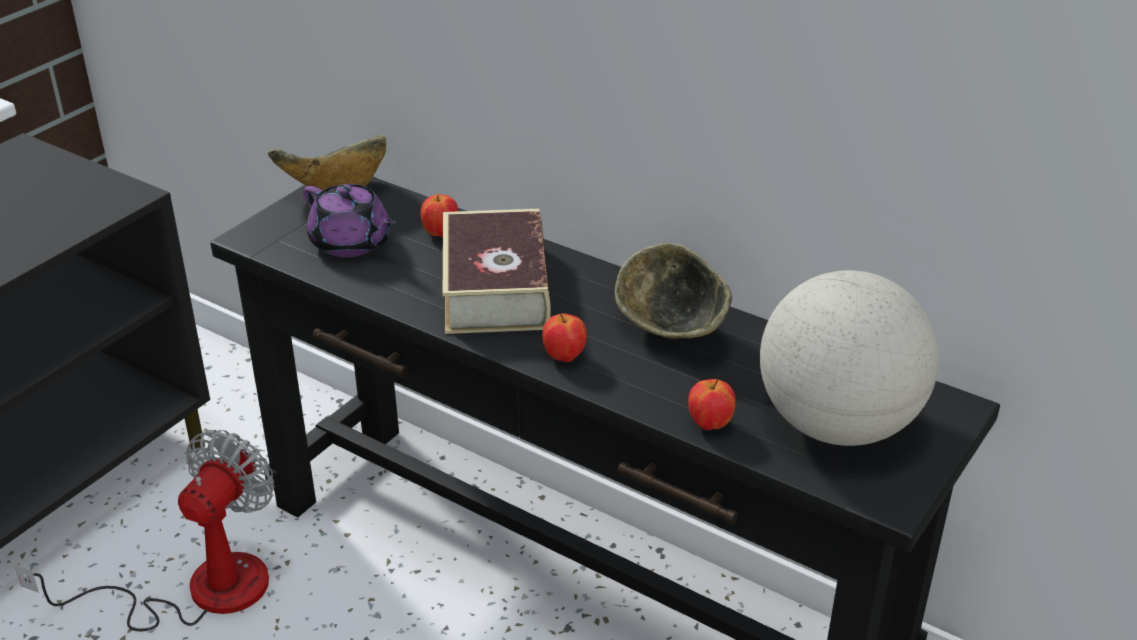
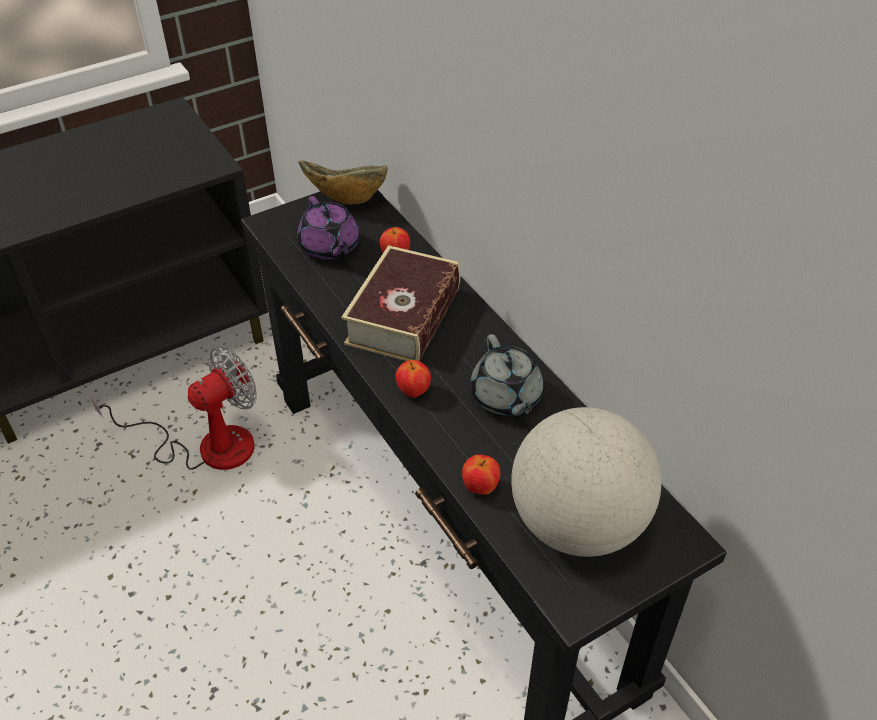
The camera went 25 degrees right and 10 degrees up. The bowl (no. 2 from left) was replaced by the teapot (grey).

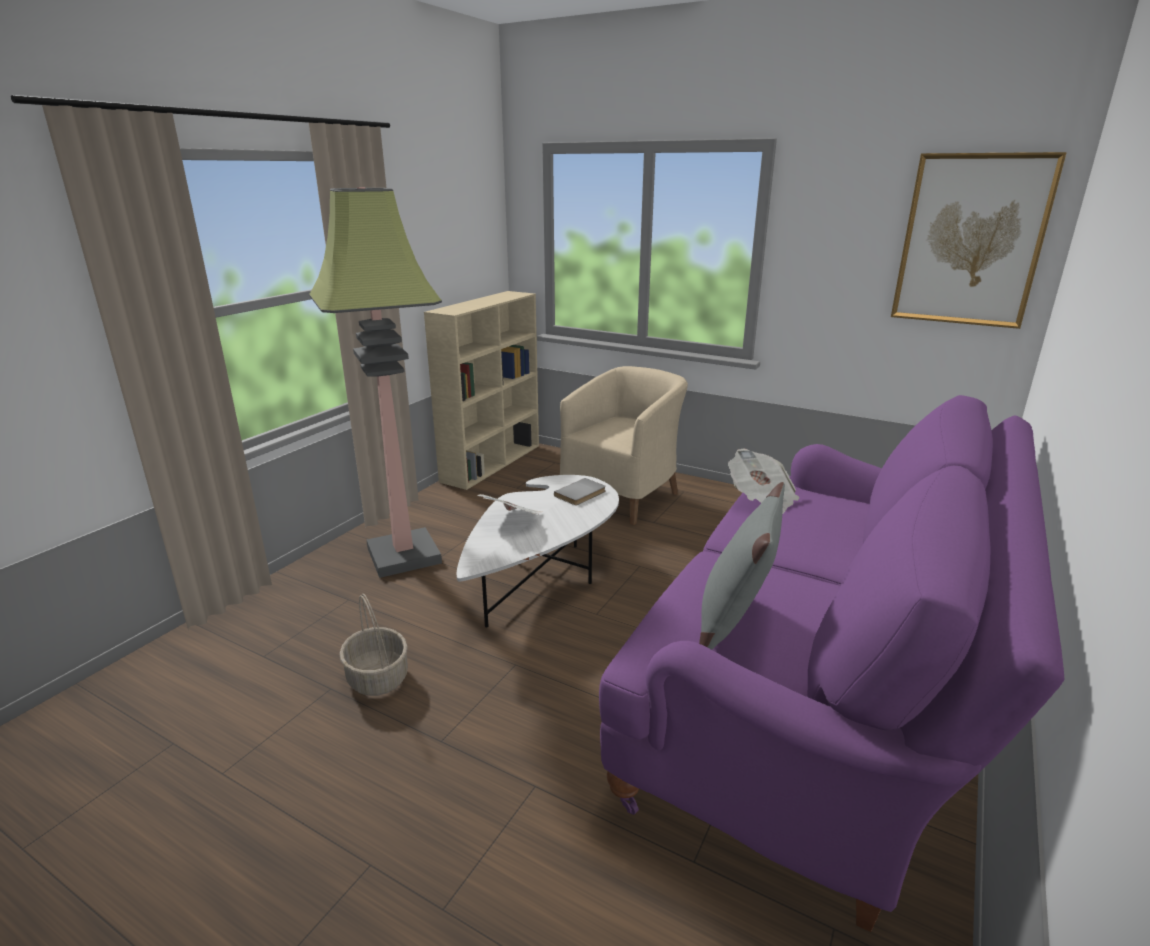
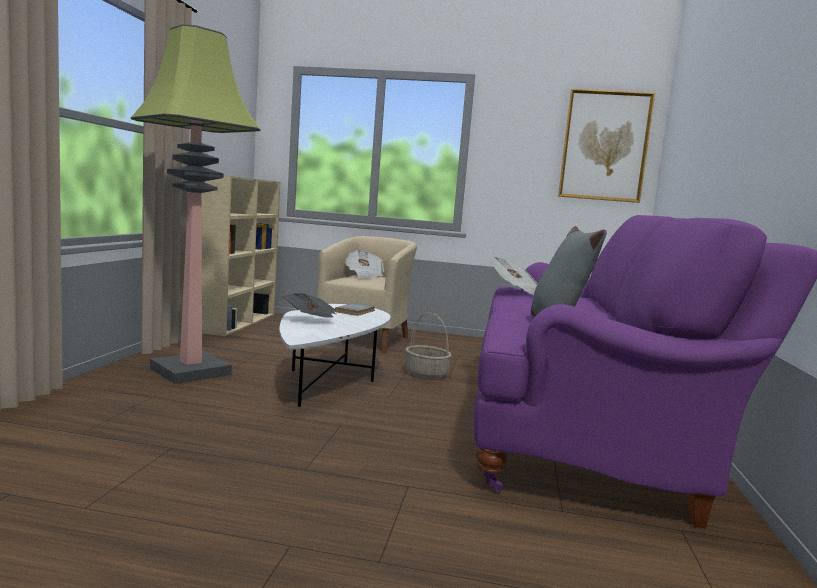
The camera went 20 degrees left and 15 degrees down. The newspaper (no. 2 from left) appeared. The basket moved.

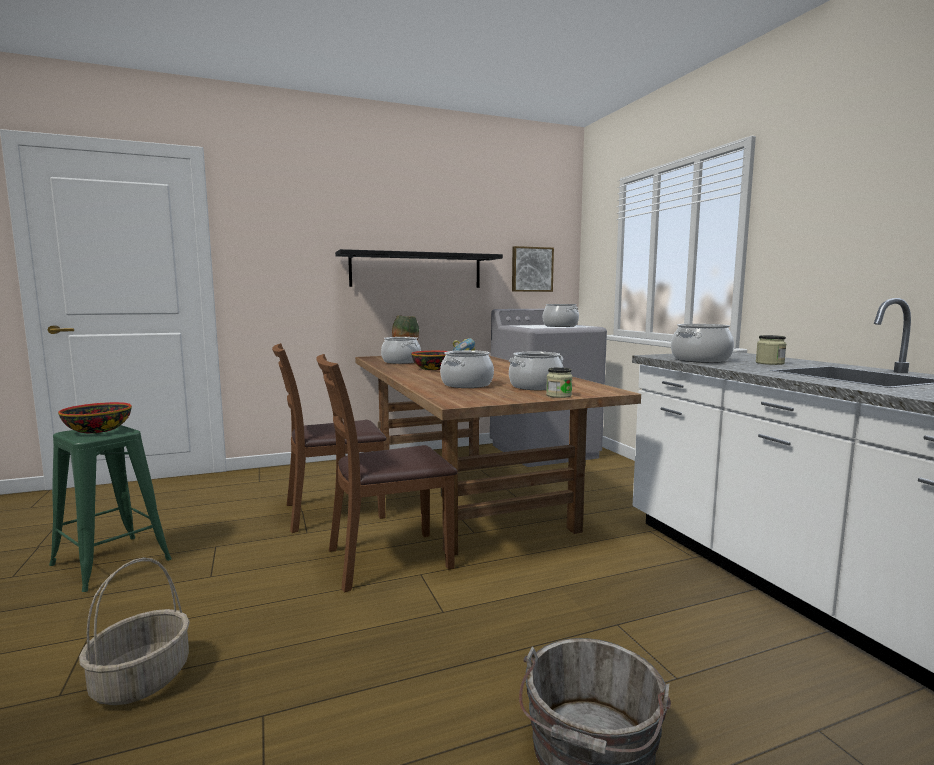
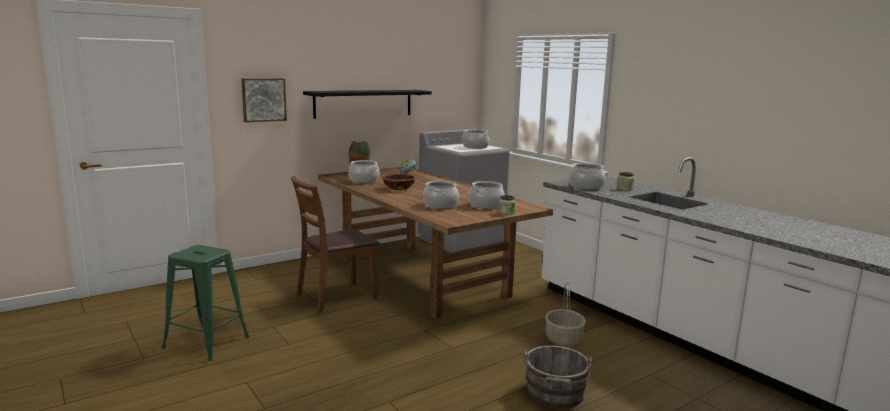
The camera went 15 degrees left and 5 degrees up. The picture moved. The basket moved. The bowl (no. 1 from left) disappeared. The chair (brown) (no. 2 from left) disappeared.

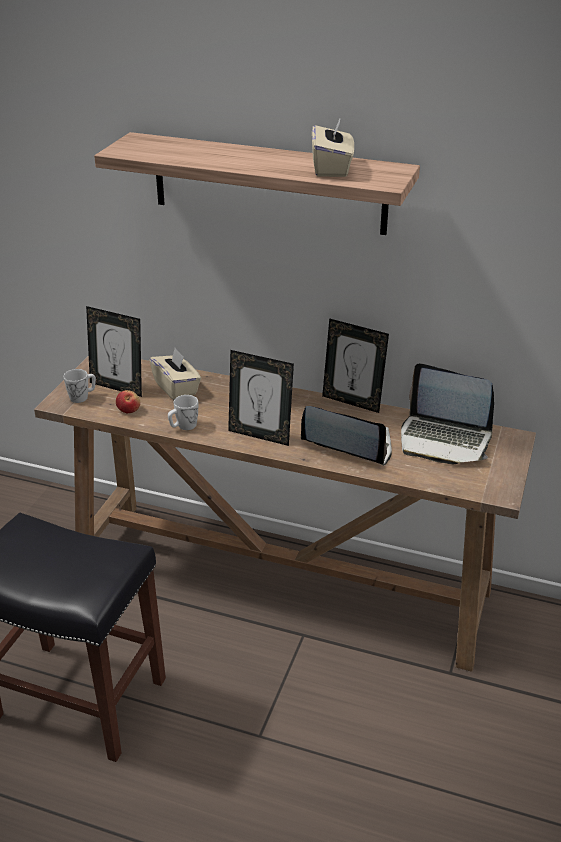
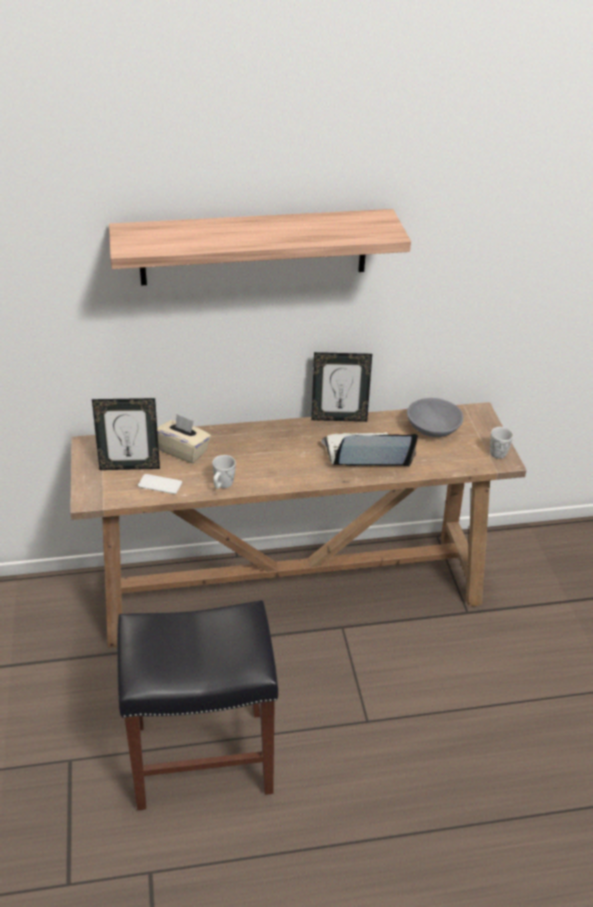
The camera went 30 degrees left and 5 degrees up. The apple was replaced by the phone. The laptop (no. 2 from left) was replaced by the bowl (grey). The mug (white) (no. 1 from left in the first image) moved. The picture frame (no. 2 from left) disappeared. The tissue box (beige) (no. 2 from left) disappeared.

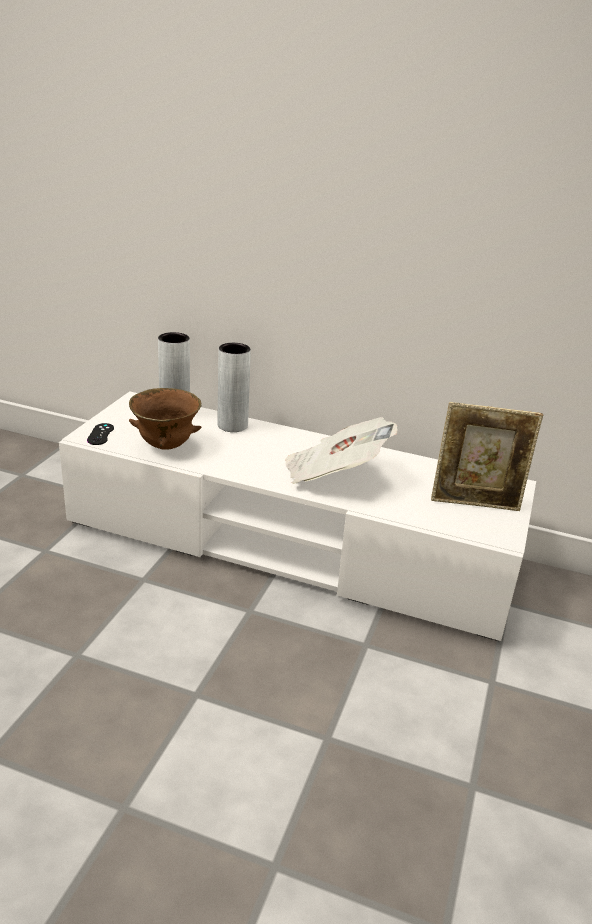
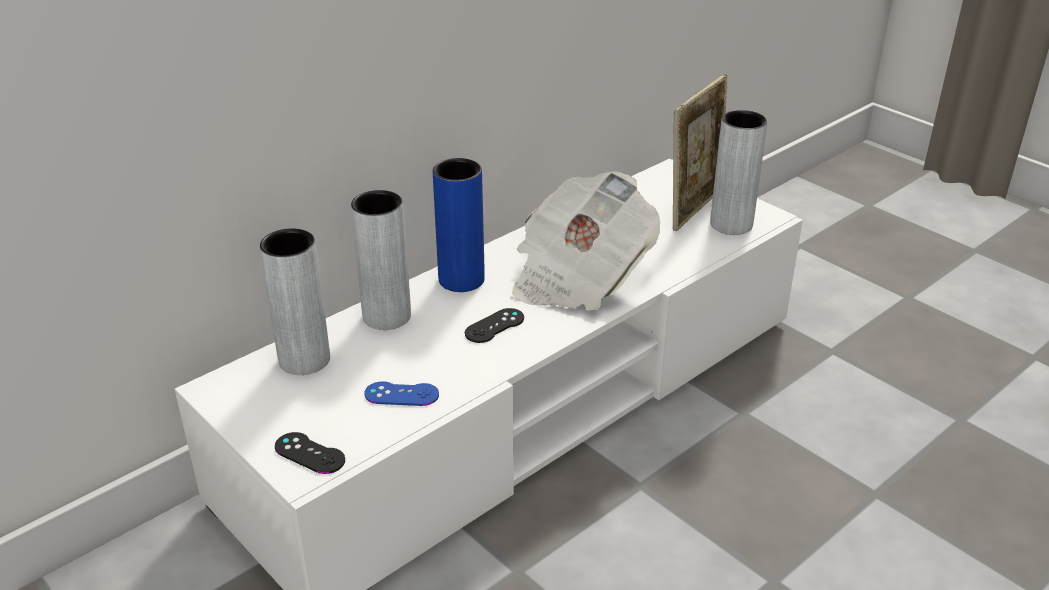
The camera went 60 degrees left and 5 degrees up. The bowl (brown) was replaced by the game controller (blue). The vase (blue) appeared. The game controller (black) (no. 2 from left) appeared. The vase (grey) (no. 3 from left) appeared.

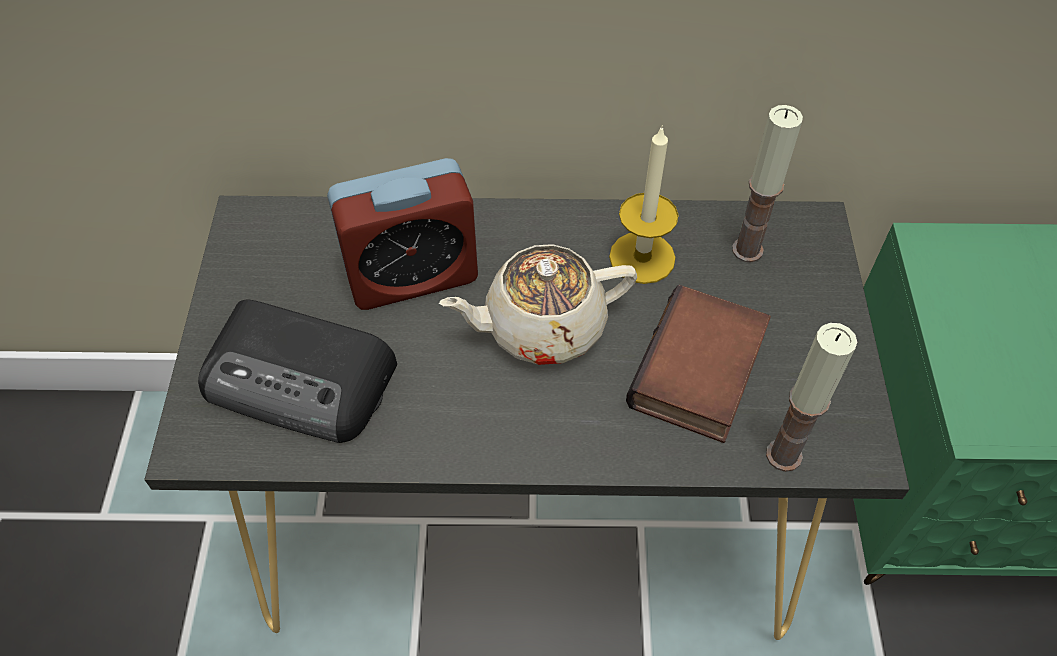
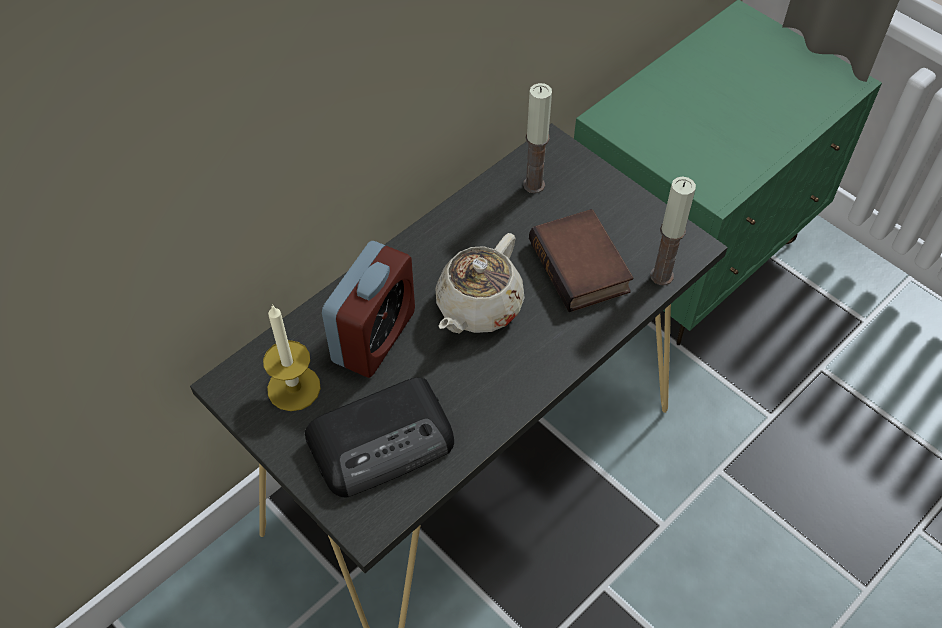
The camera went 45 degrees left and 0 degrees up. The candle (no. 1 from left) moved.

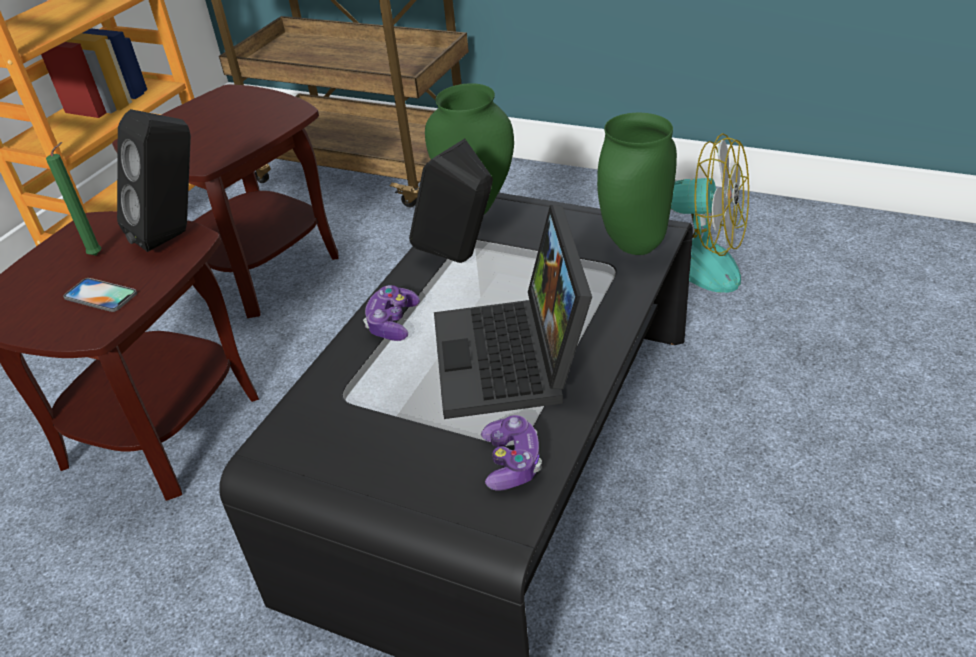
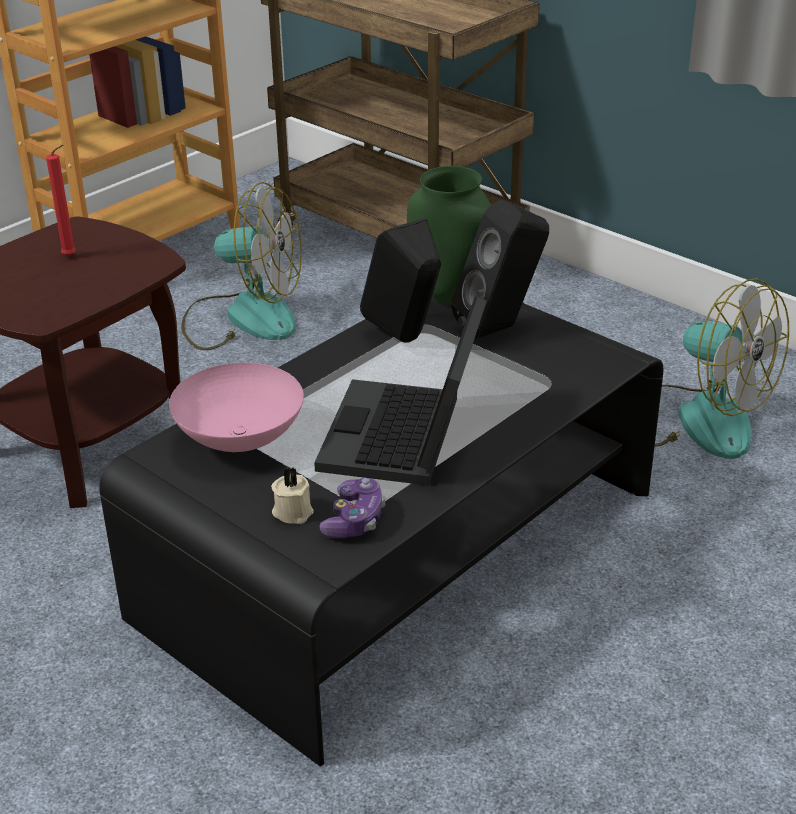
The camera went 15 degrees right and 5 degrees down. The candle (green) became the candle (red). The bowl (pink) appeared. The side table (brown) (no. 2 from left) was replaced by the fan (no. 1 from left). The candle (beige) appeared. The speaker (black) (no. 1 from left in the first image) moved. The phone disappeared. The game controller (no. 1 from left) disappeared. The vase (green) (no. 2 from left) disappeared.

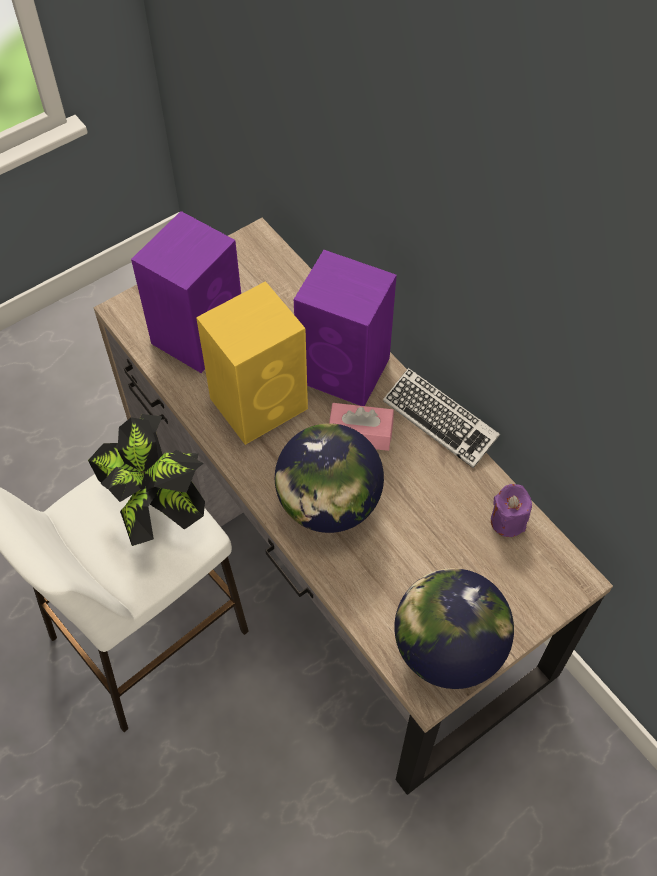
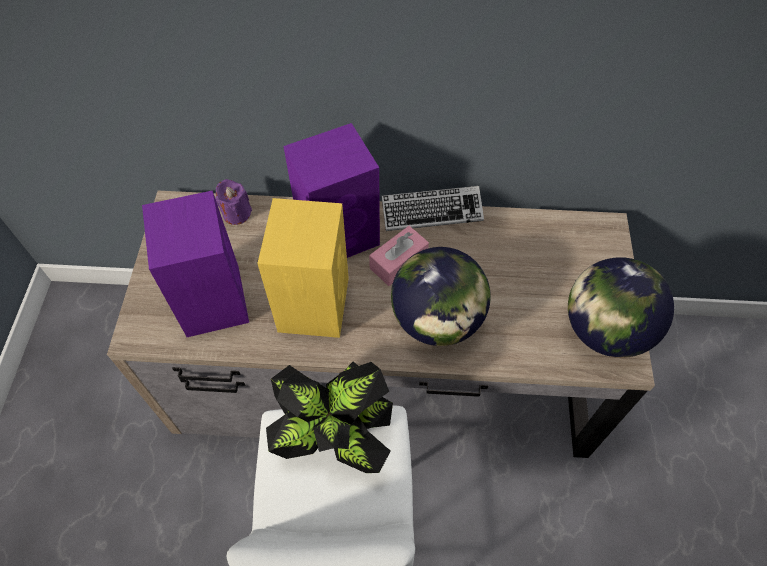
The camera went 50 degrees left and 0 degrees up. The candle (purple) moved.

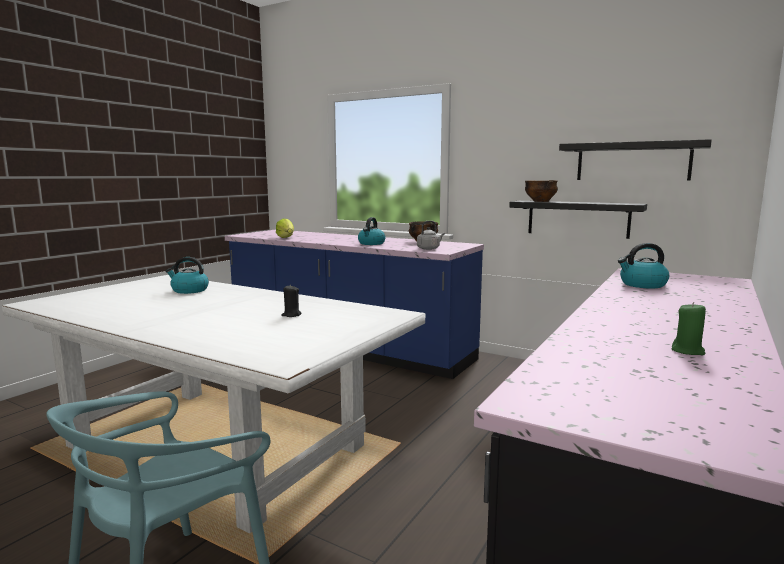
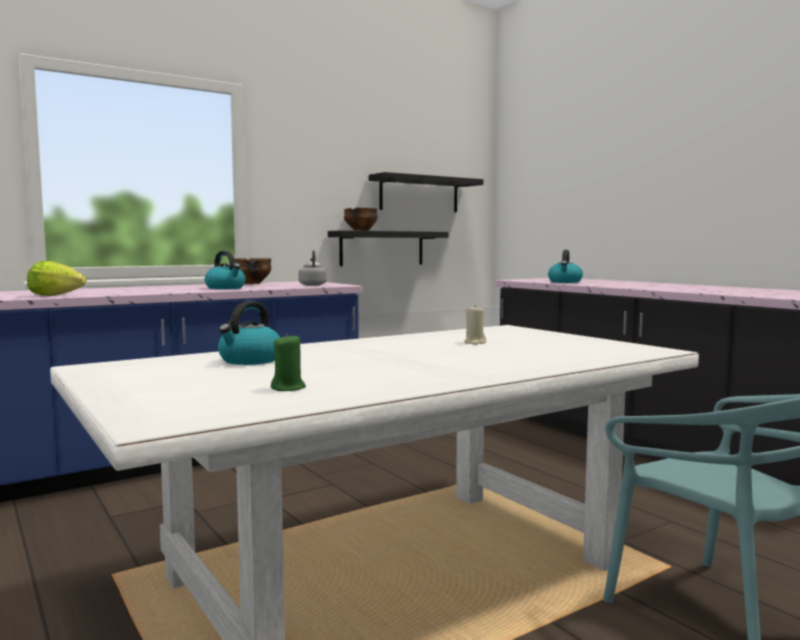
The camera went 65 degrees left and 5 degrees down. The candle (green) moved. The candle (black) became the candle (beige).

